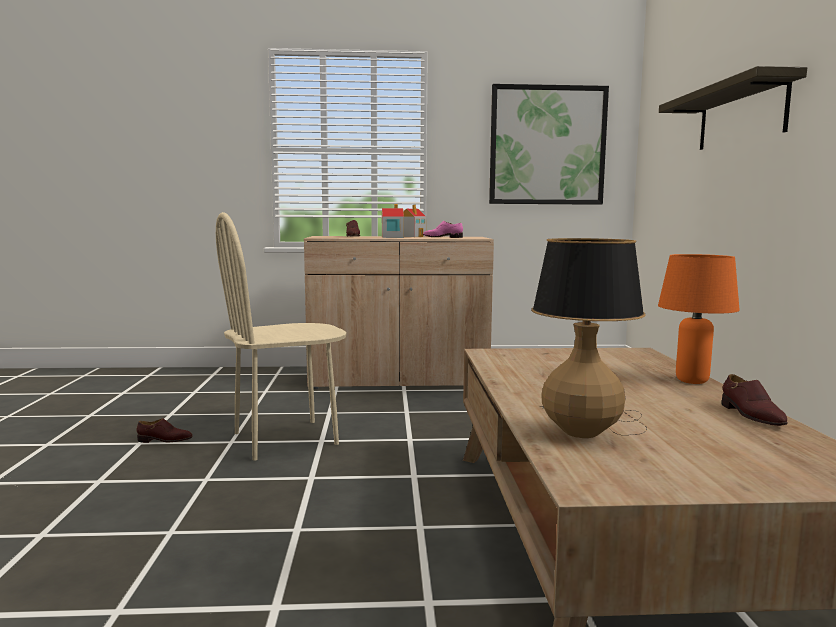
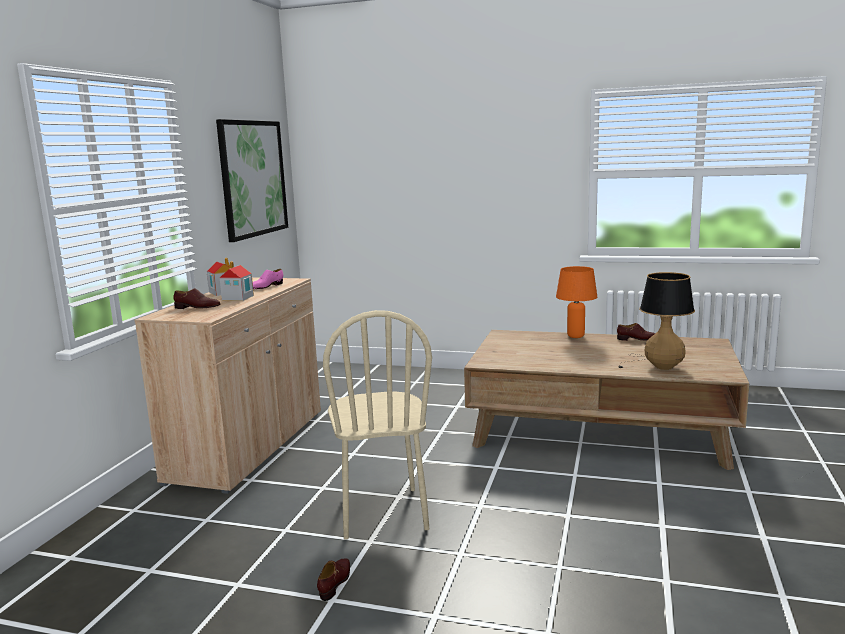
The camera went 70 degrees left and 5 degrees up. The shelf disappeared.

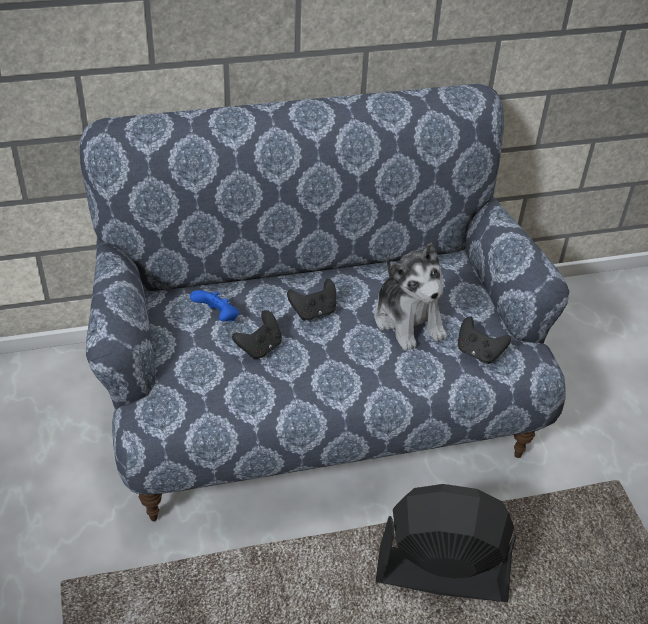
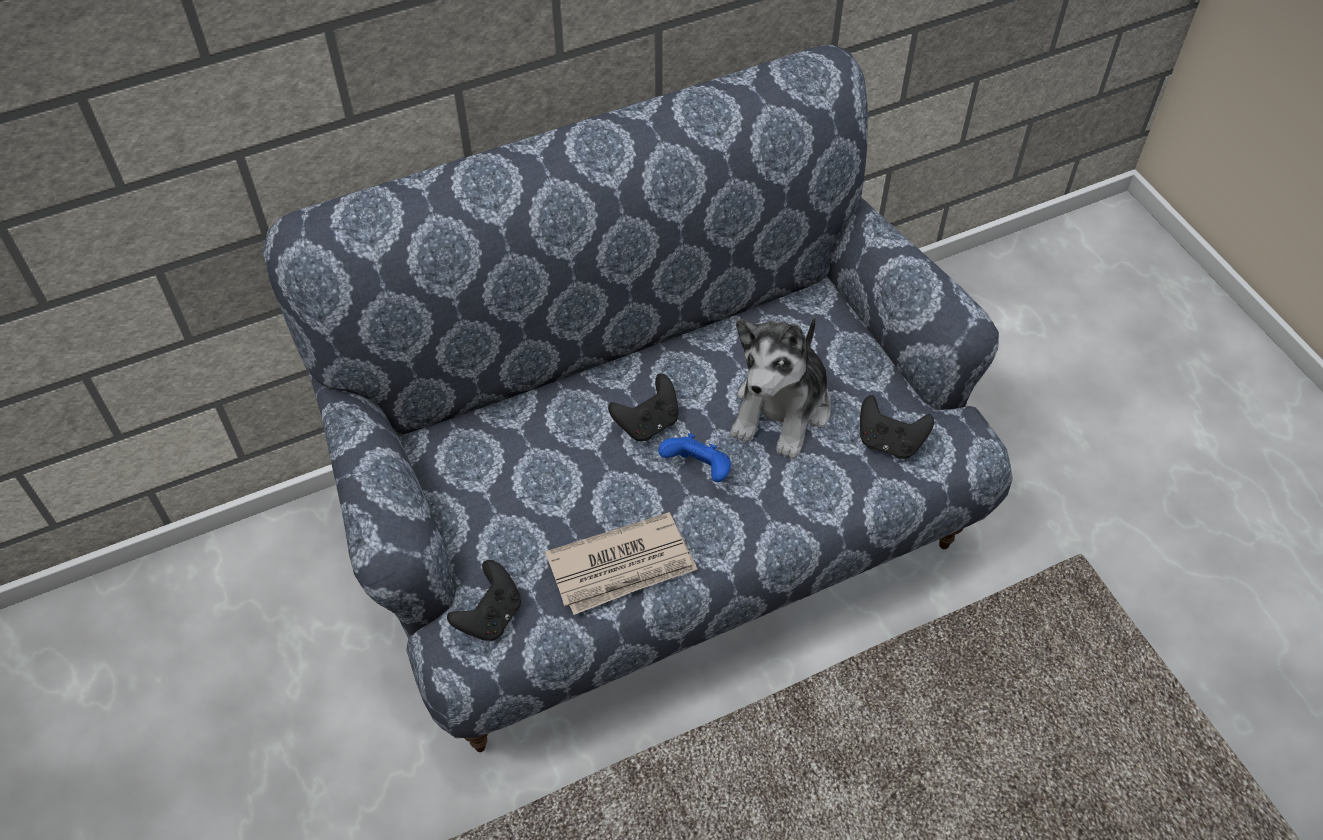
The camera went 10 degrees left and 10 degrees up. The game controller (black) (no. 1 from left) moved. The newspaper appeared. The game controller (blue) moved. The plush toy turned 60 degrees clockwise. The fan (black) disappeared.

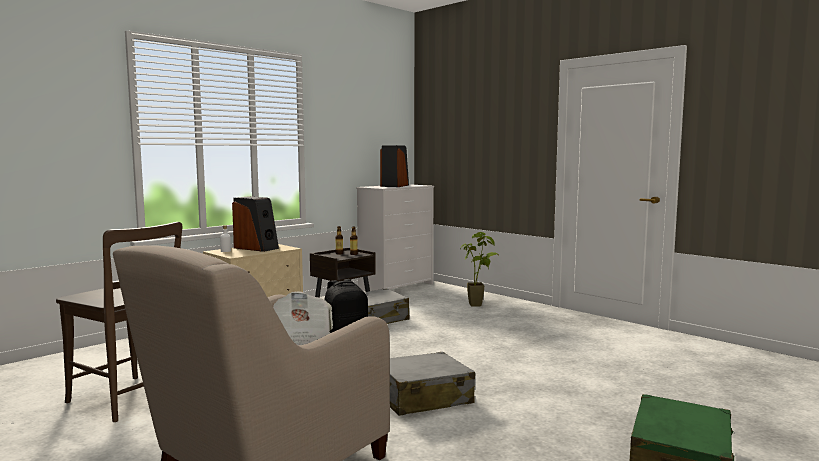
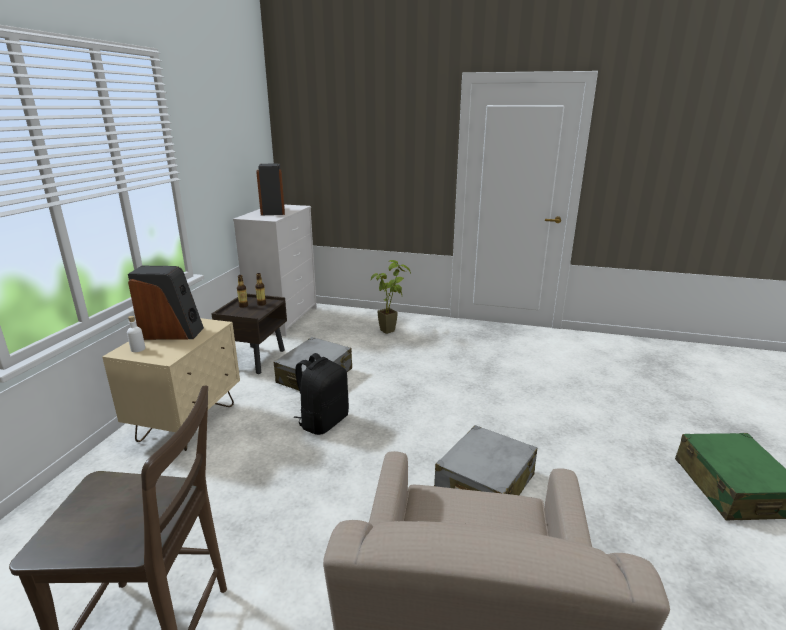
The camera went 30 degrees left and 15 degrees up. The newspaper disappeared.

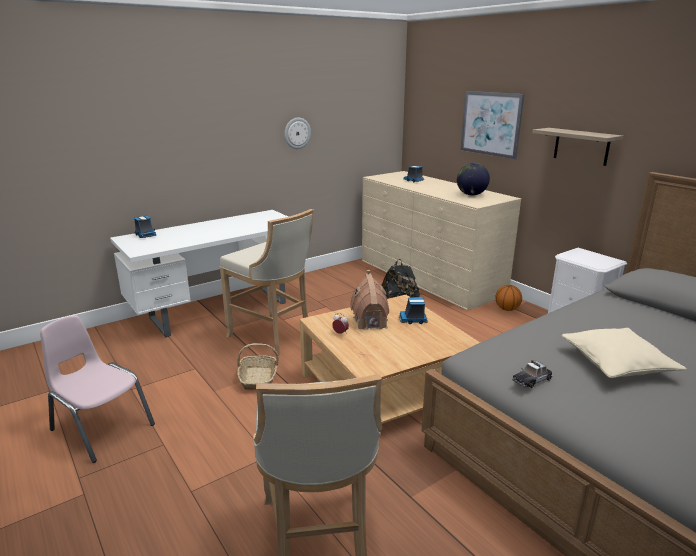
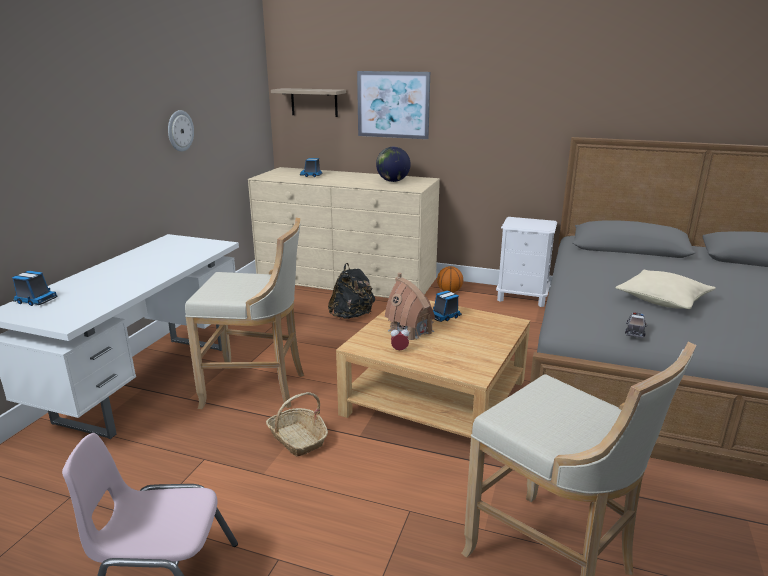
The camera went 35 degrees left and 0 degrees up. The shelf moved.

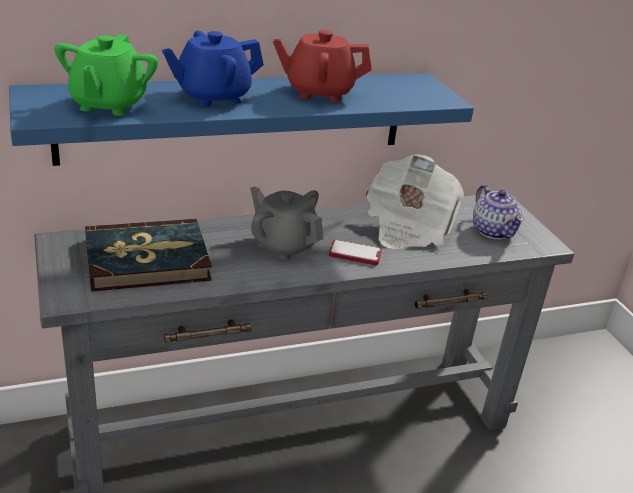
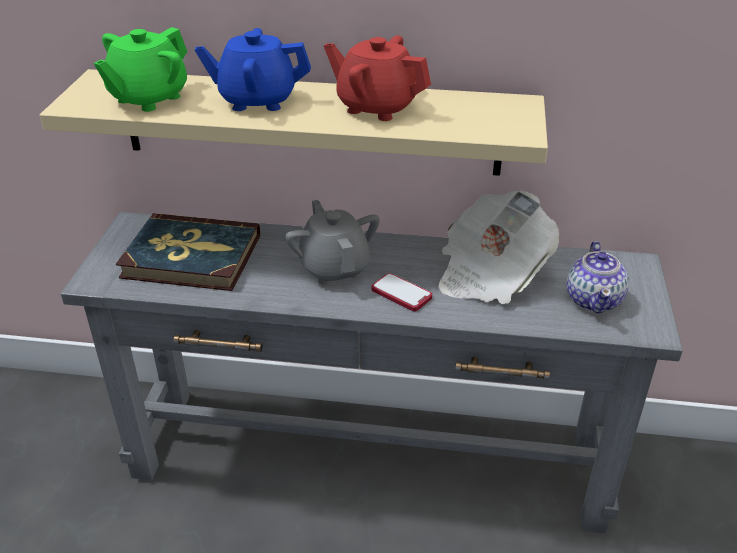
The camera went 30 degrees right and 5 degrees up. The shelf (blue) became the shelf (beige).

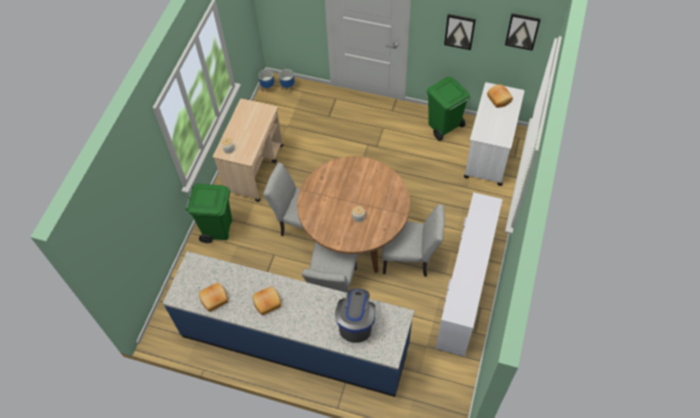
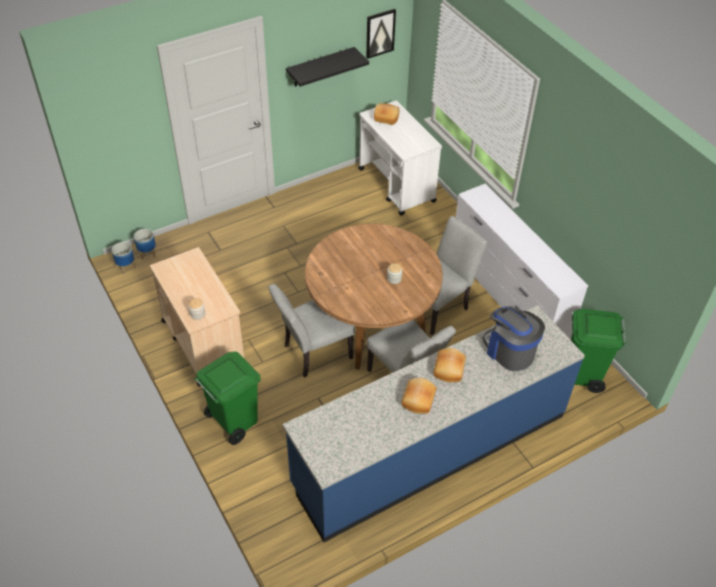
The camera went 50 degrees left and 10 degrees down. The picture (no. 1 from left) was replaced by the shelf (black). The bread (no. 1 from left in the first image) moved. The trash can (green) (no. 2 from left) moved.

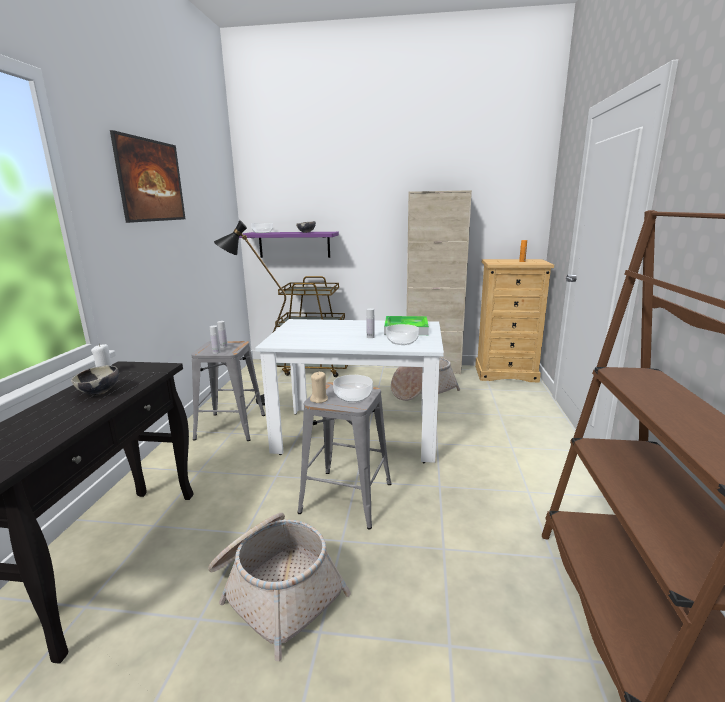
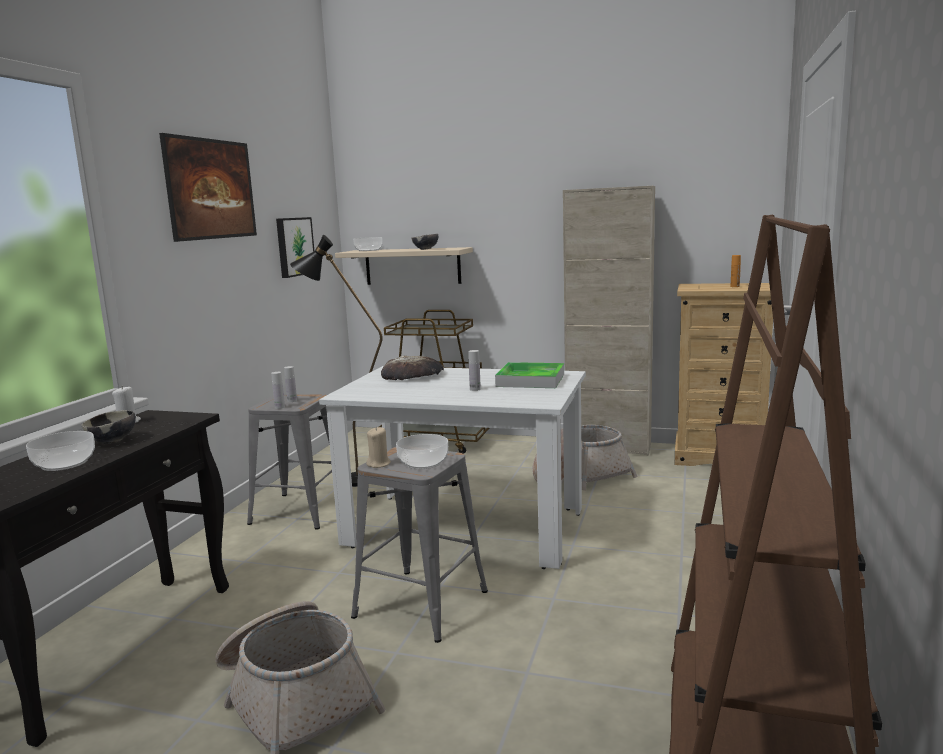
The camera went 10 degrees right and 5 degrees down. The bowl (no. 5 from left in the first image) moved. The picture (no. 2 from left) appeared. The shelf (purple) became the shelf (beige). The bread appeared.

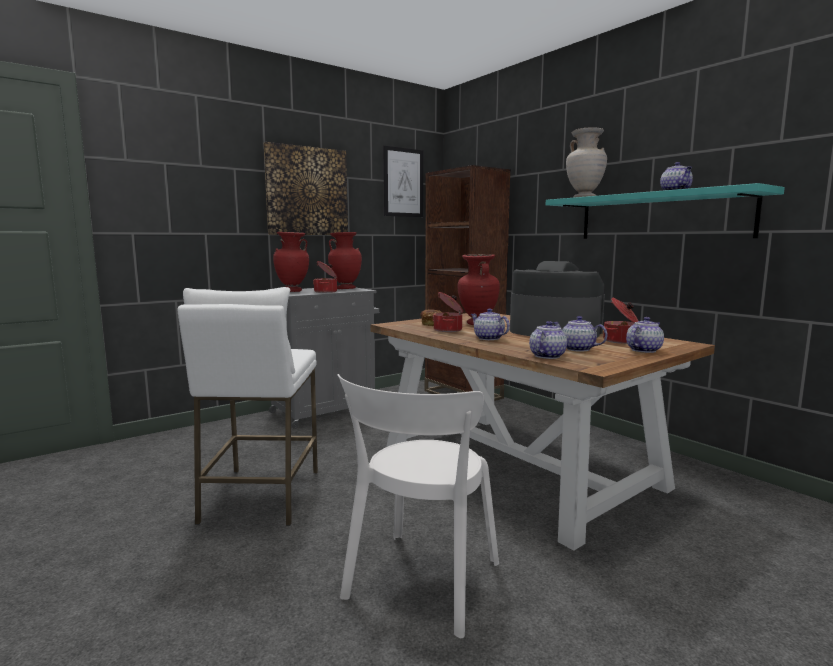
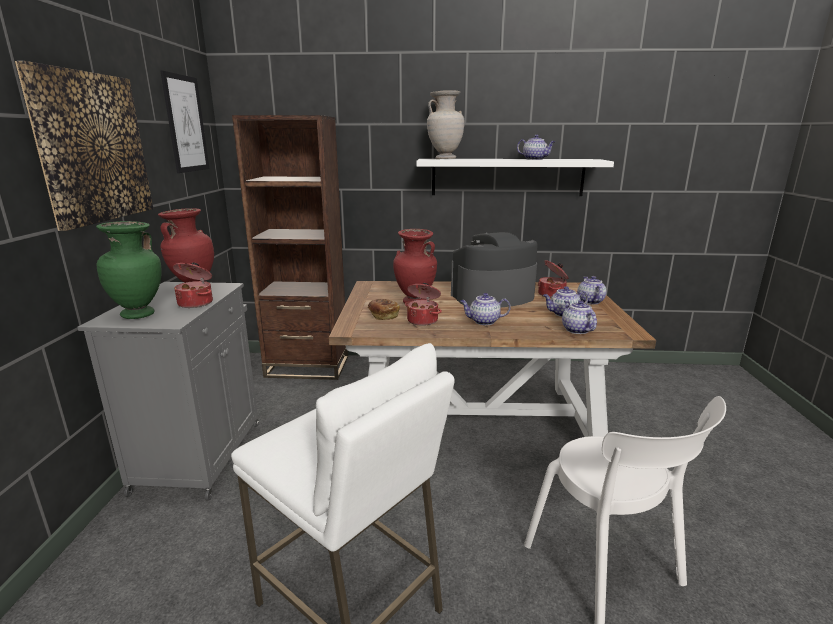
The camera went 50 degrees left and 10 degrees up. The vase (red) (no. 1 from left) became the vase (green). The shelf (turquoise) became the shelf (white).

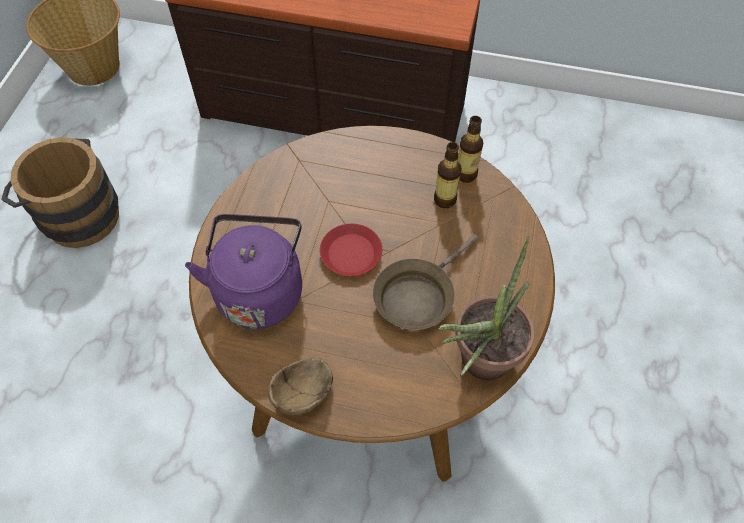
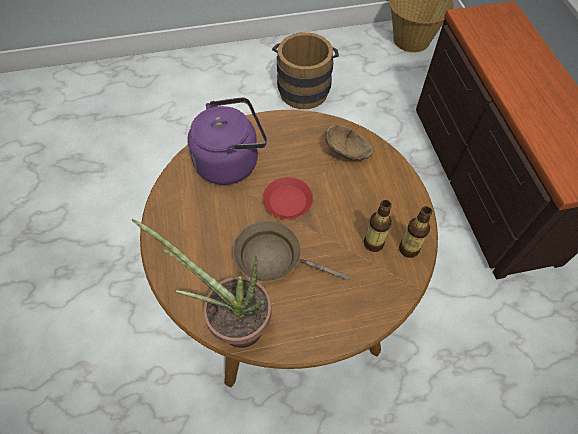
The camera went 65 degrees right and 0 degrees up. The bowl (brown) moved.

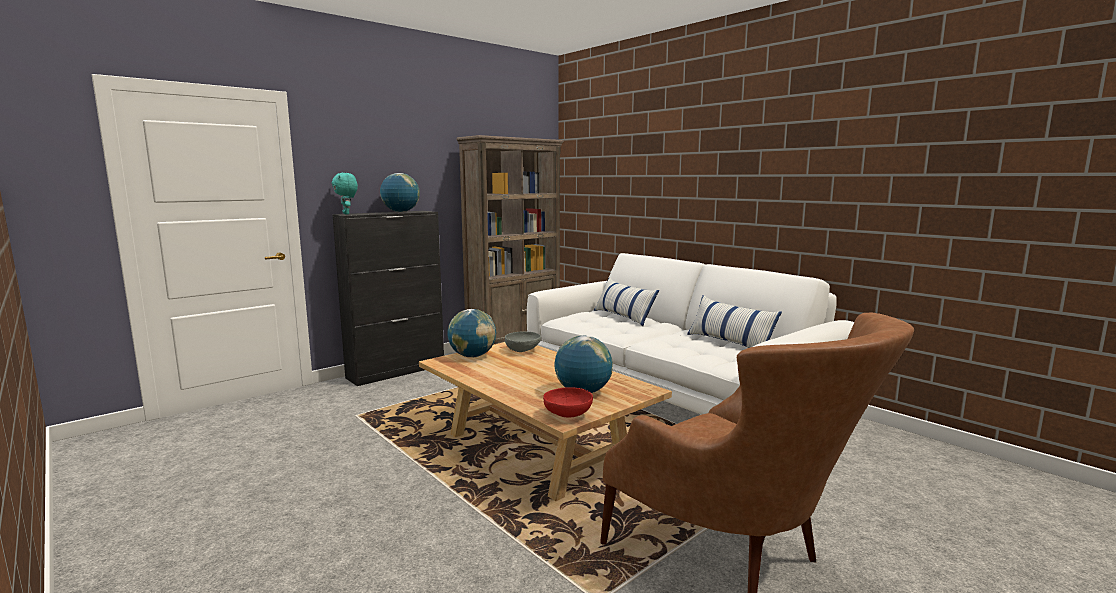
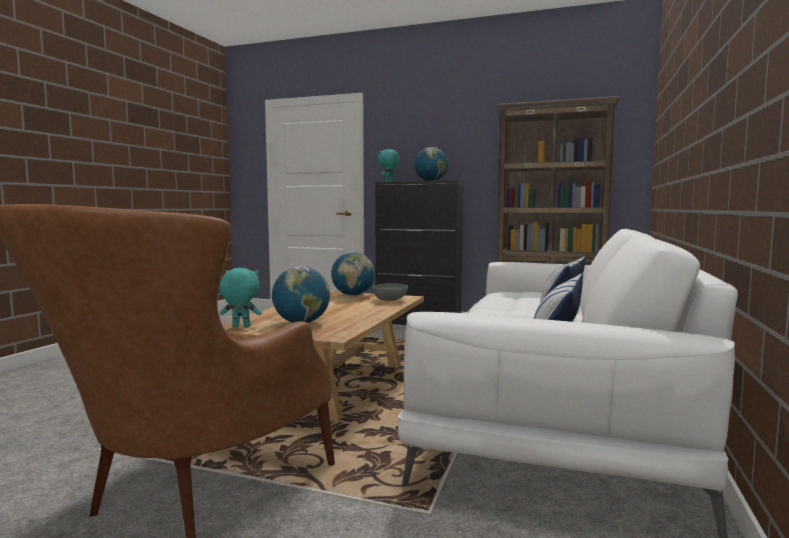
The camera went 60 degrees right and 5 degrees down. The bowl (red) was replaced by the plush toy (turquoise) (no. 1 from left).

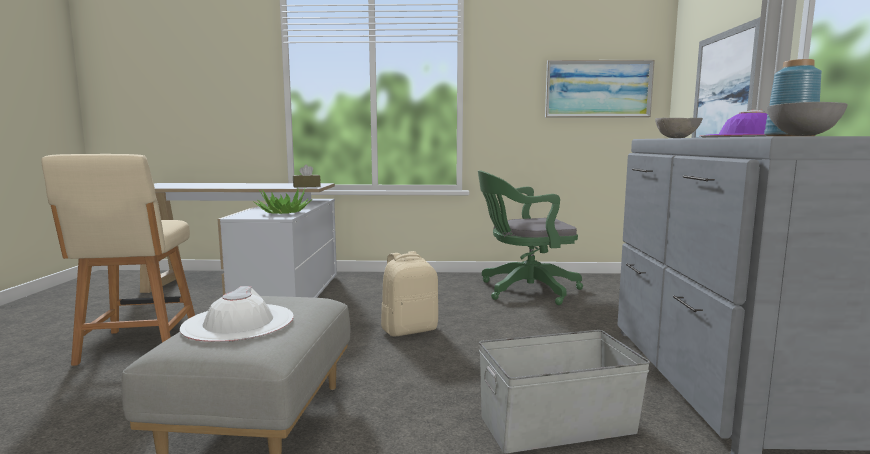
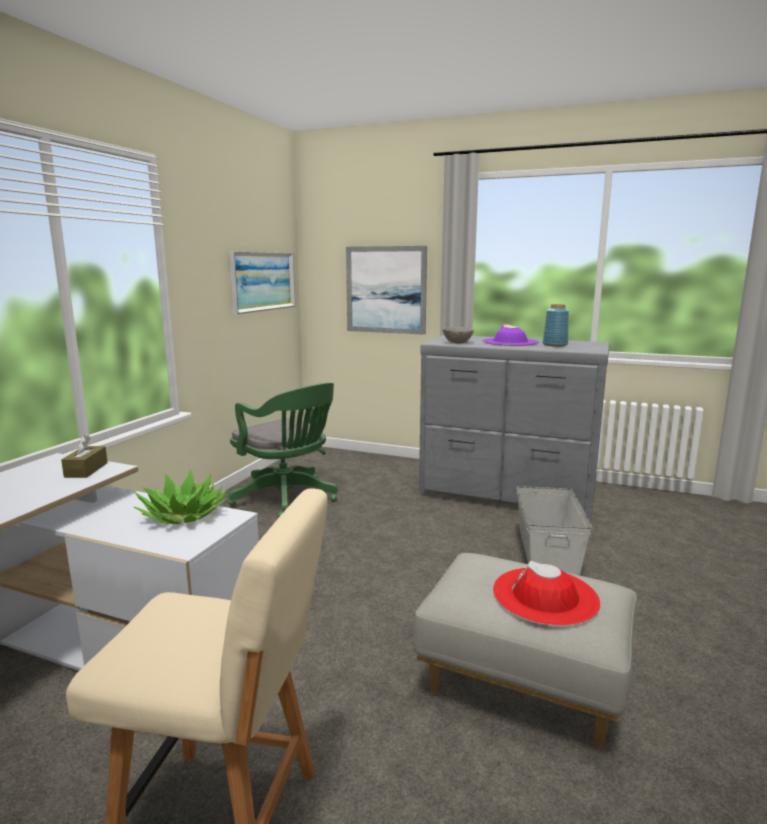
The camera went 70 degrees left and 5 degrees up. The office chair (green) turned 60 degrees counterclockwise. The hat (white) became the hat (red). The backpack (beige) disappeared. The bowl (grey) (no. 2 from left) disappeared.

